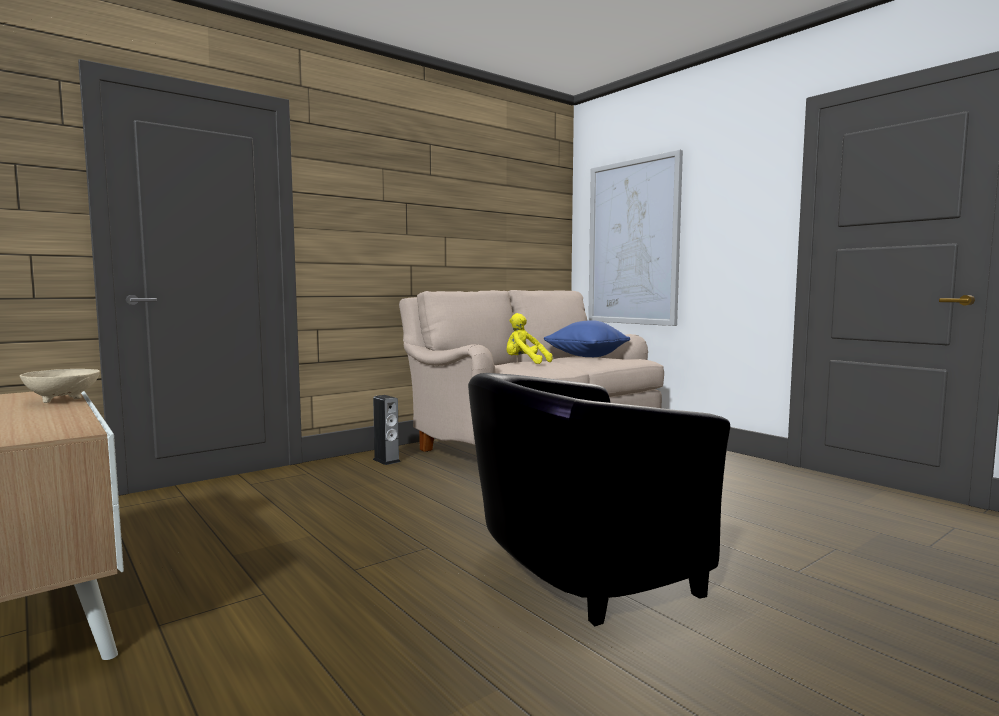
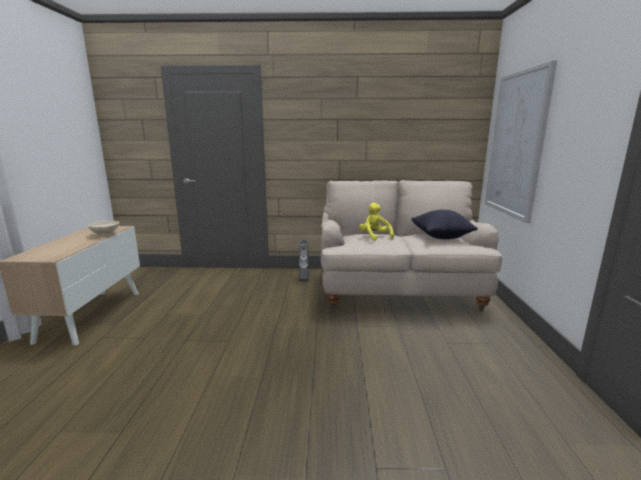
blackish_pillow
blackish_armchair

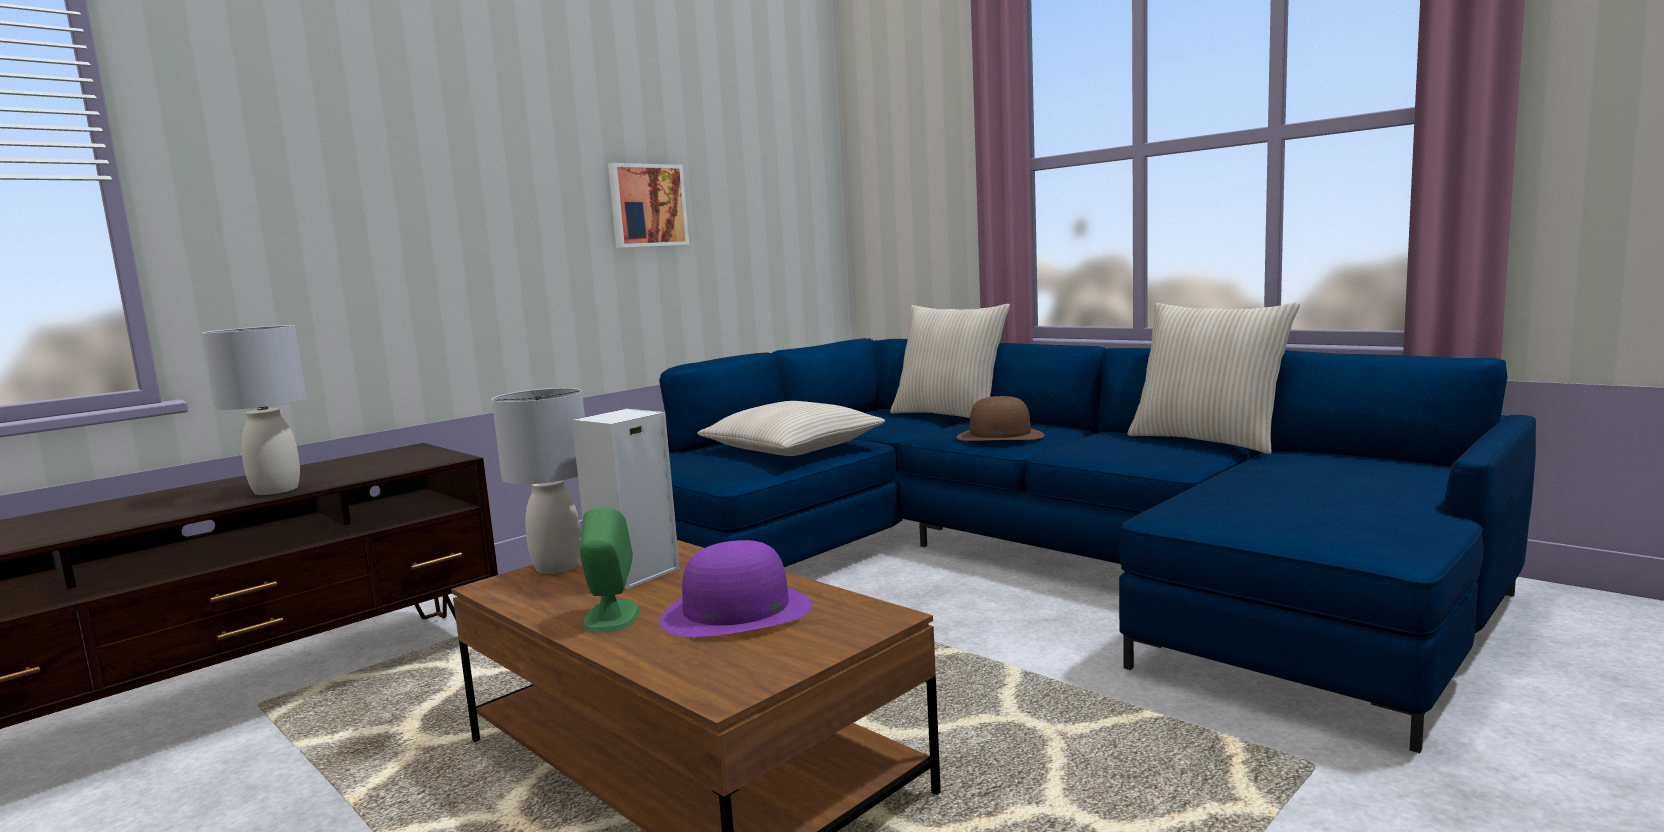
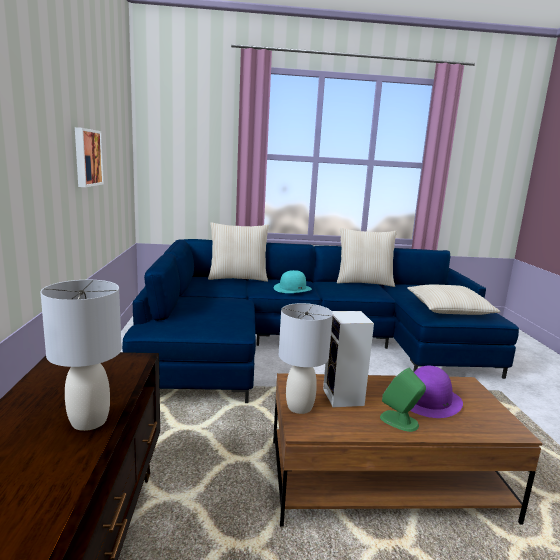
turquoise_hat
beige-coloured_pillow (no. 3 from left)

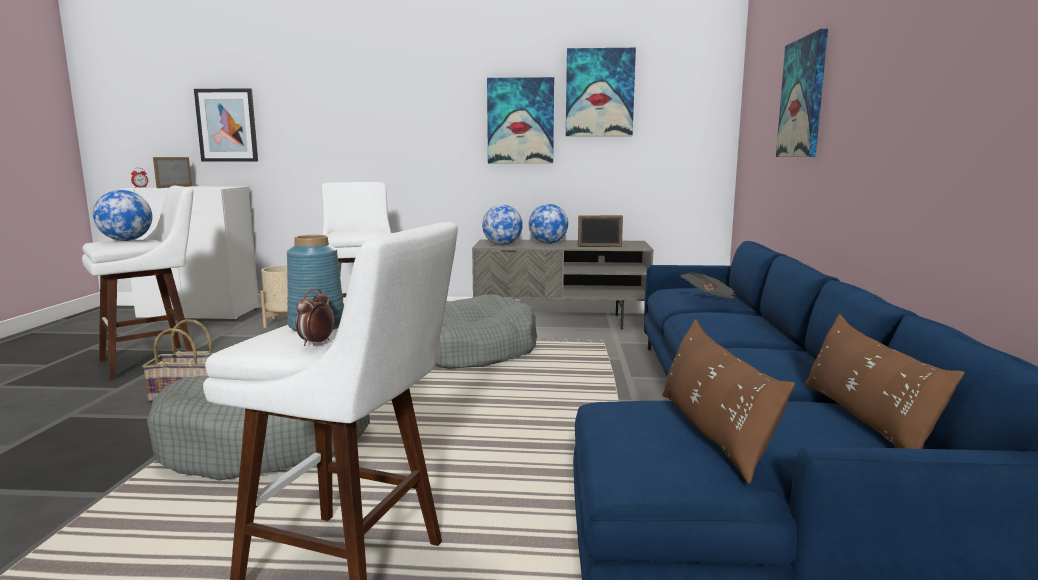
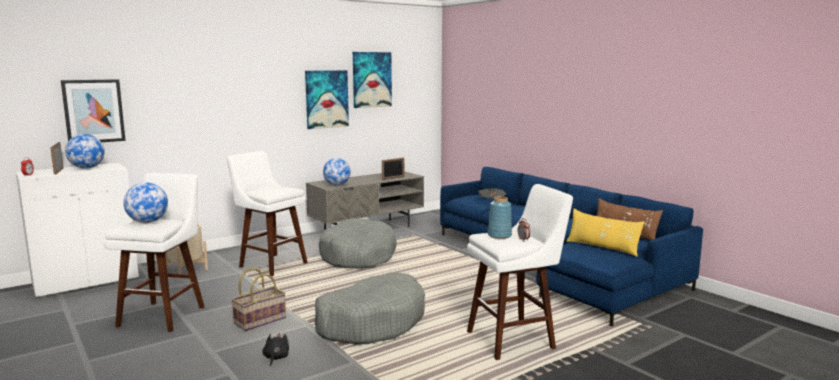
wall_picture (no. 4 from left in the first image)
desk_globe (no. 1 from left)
yellowish_pillow
blackish_soft_toy

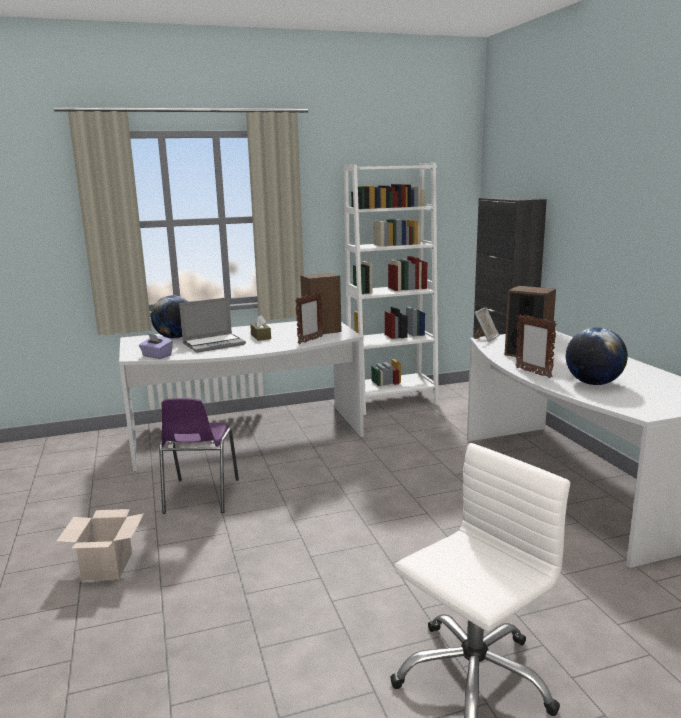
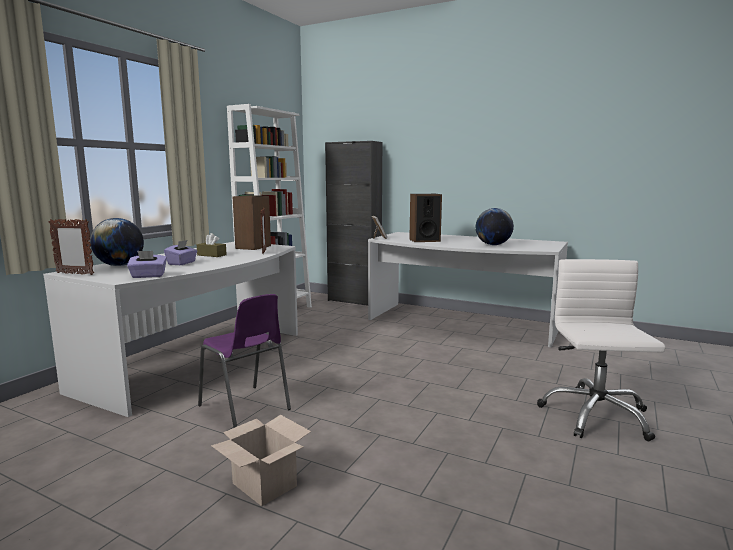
purple_box_of_tissues (no. 2 from left)
picture_frame (no. 1 from left)

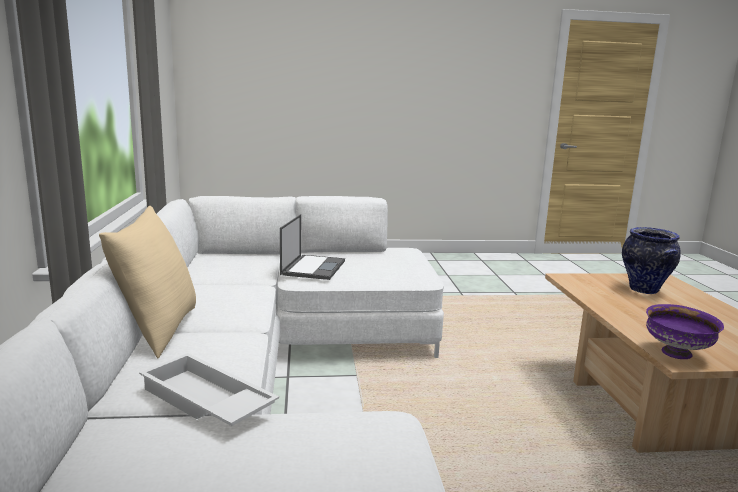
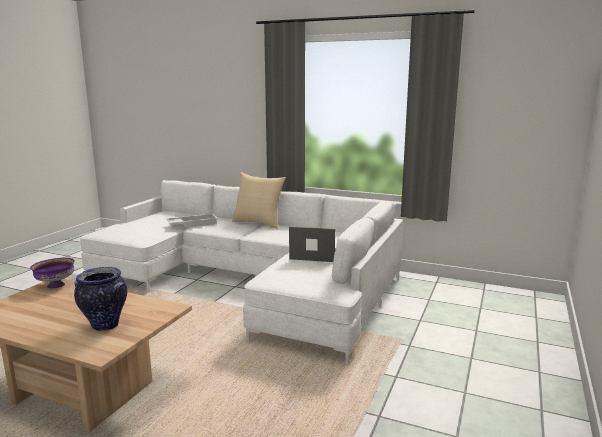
laptop

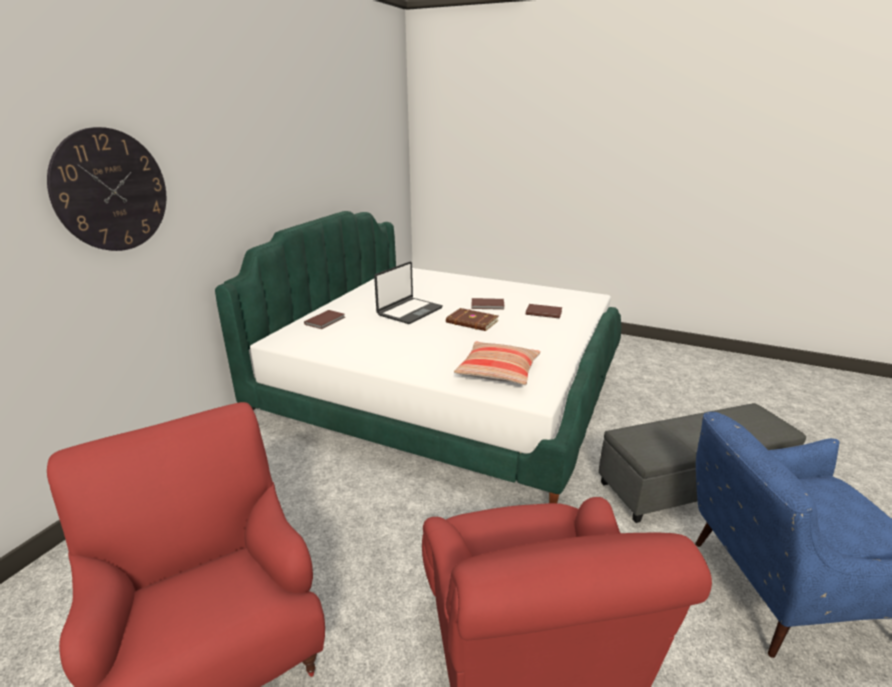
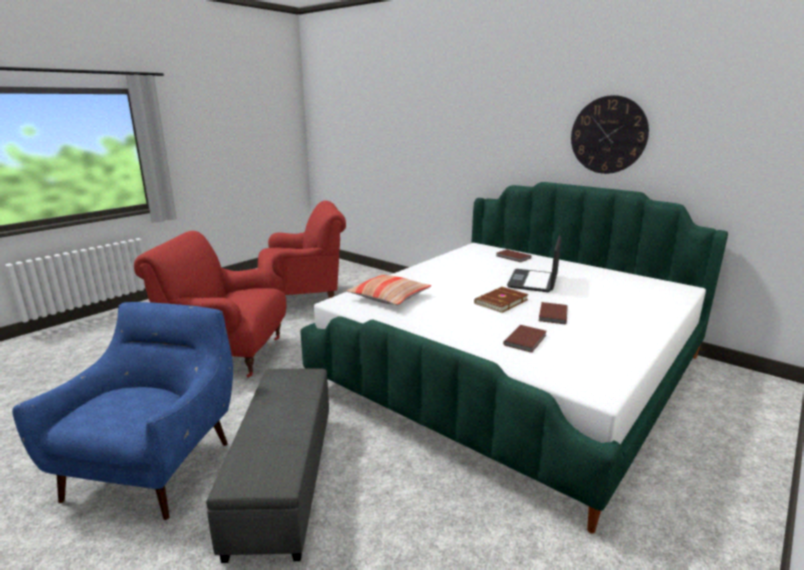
hanging_clock
laptop

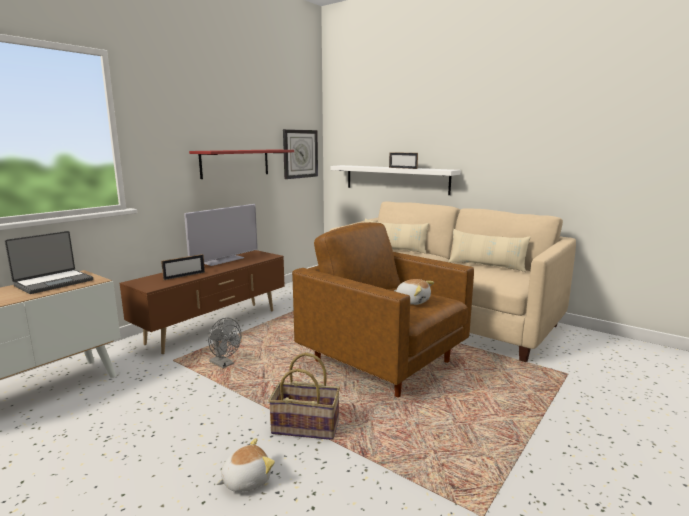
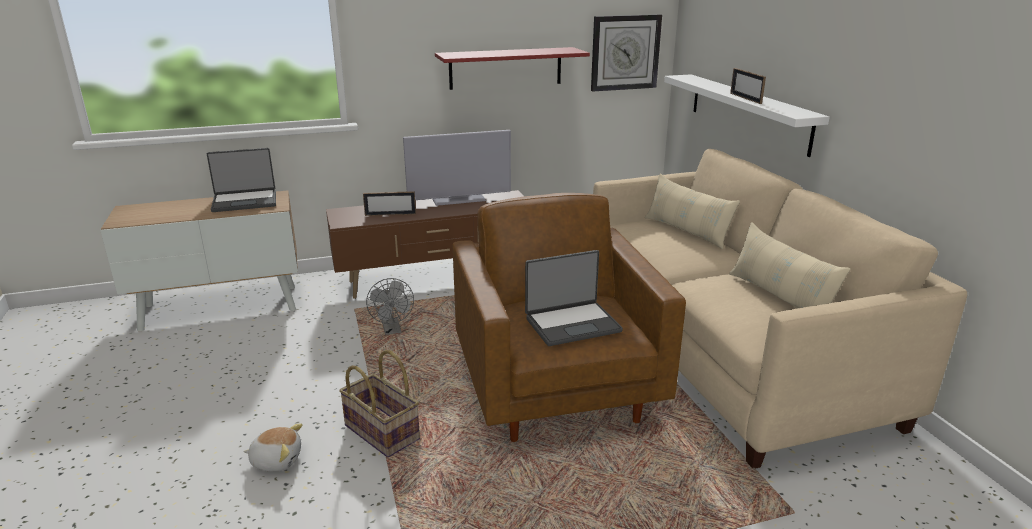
laptop (no. 2 from left)

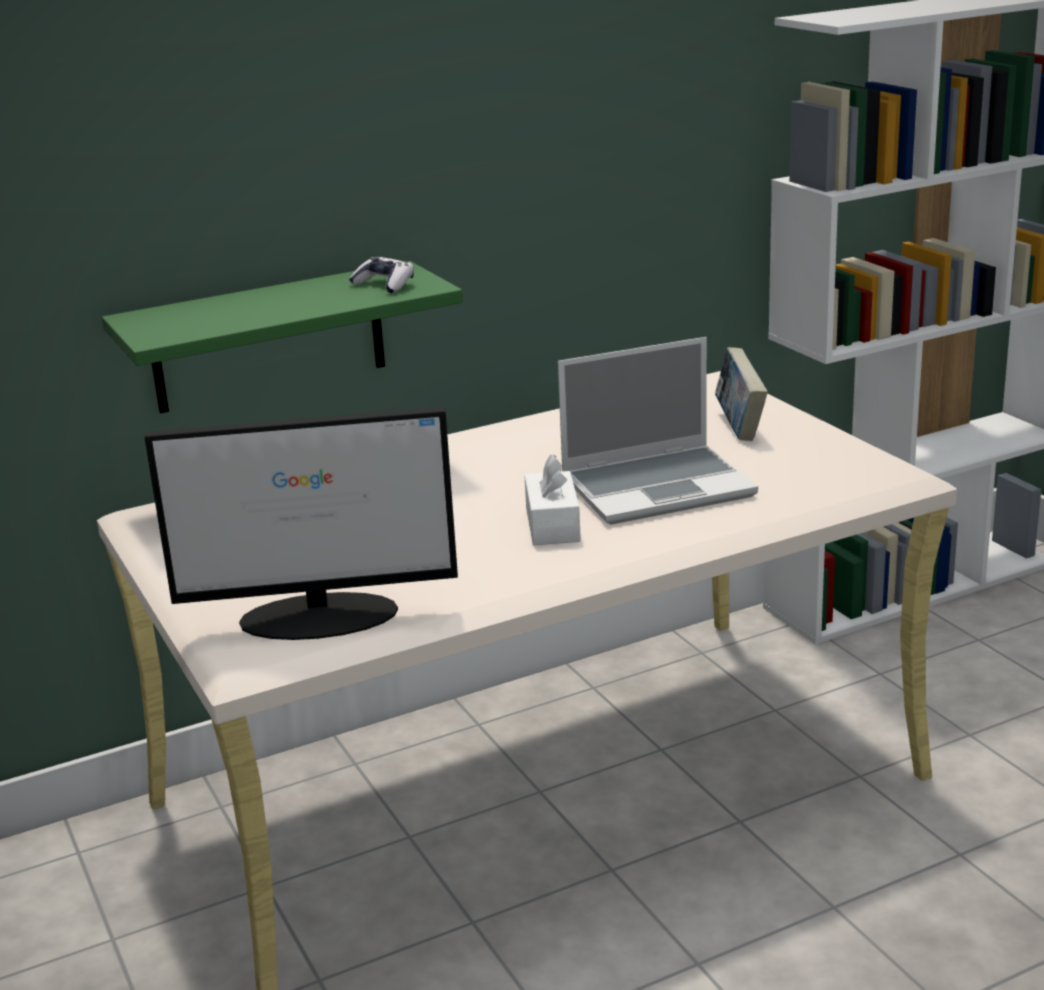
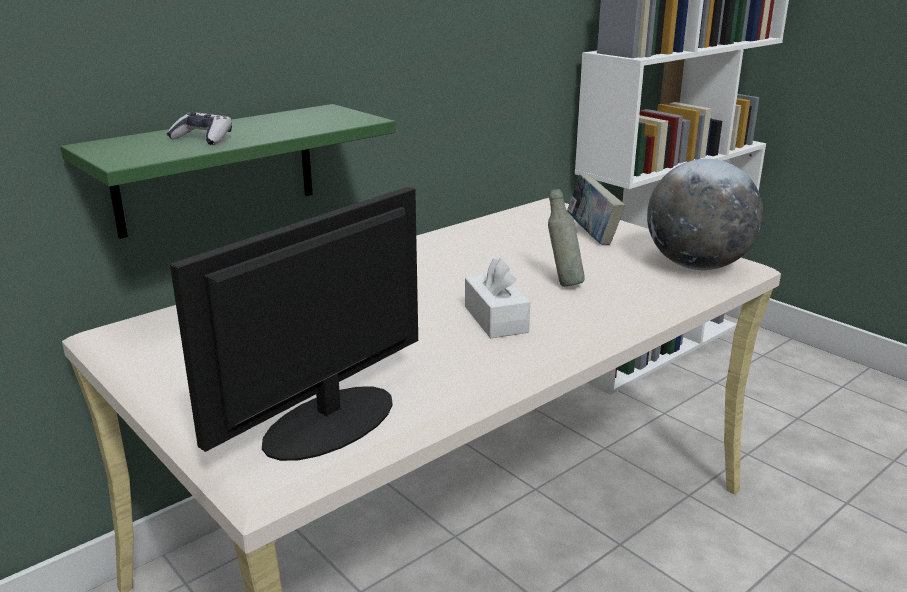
game_controller
greyish_bottle
computer_screen
desk_globe

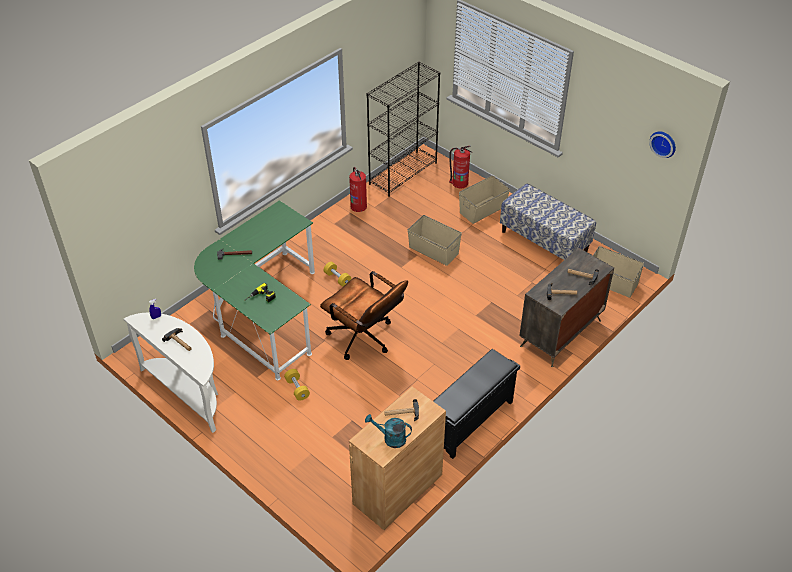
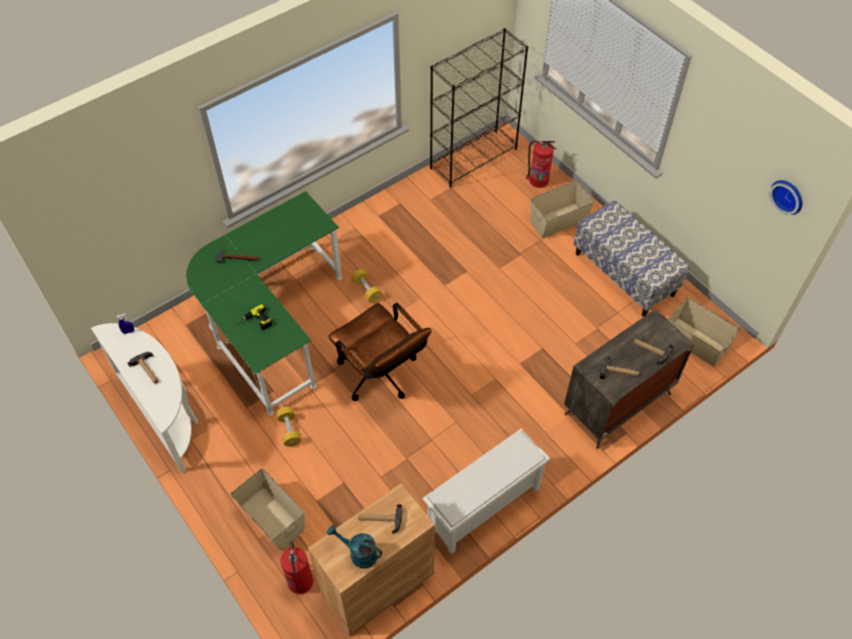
fire_extinguisher (no. 1 from left)
beige-coloured_storage_container (no. 1 from left)
white-coloured_shoe_rack

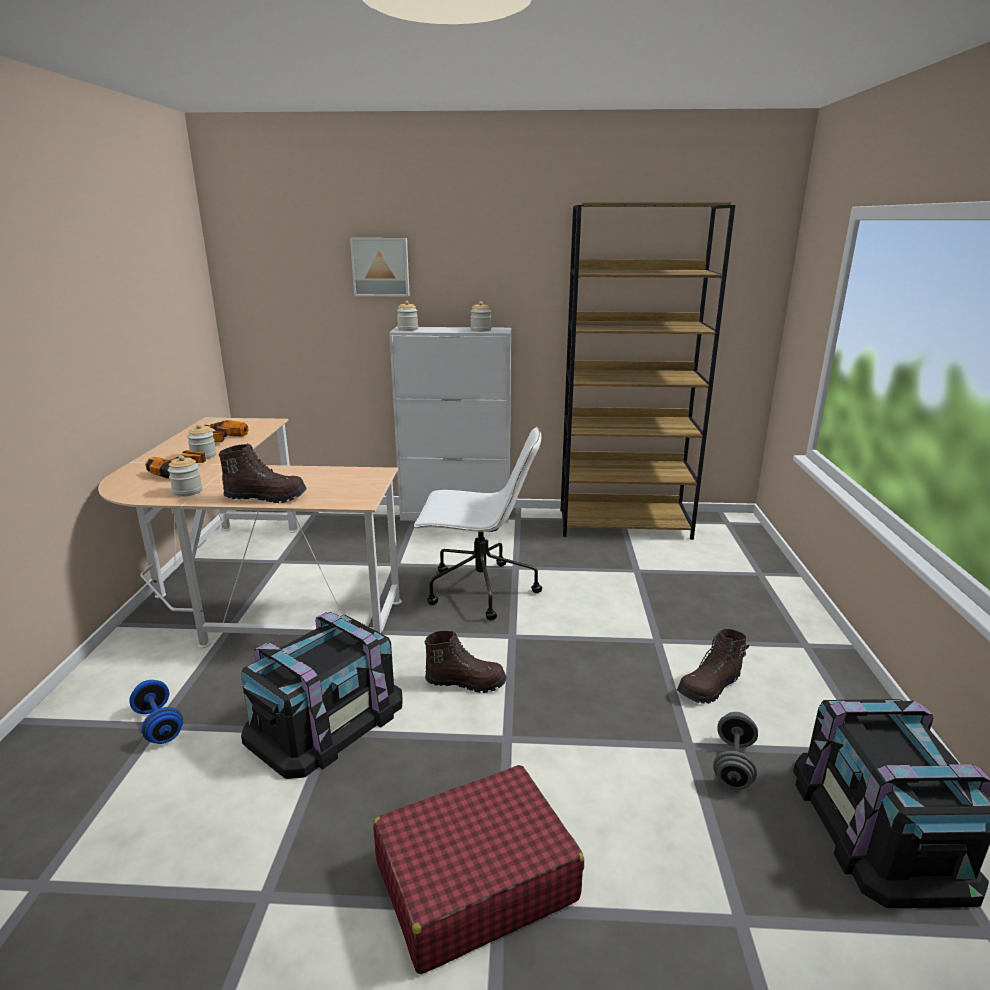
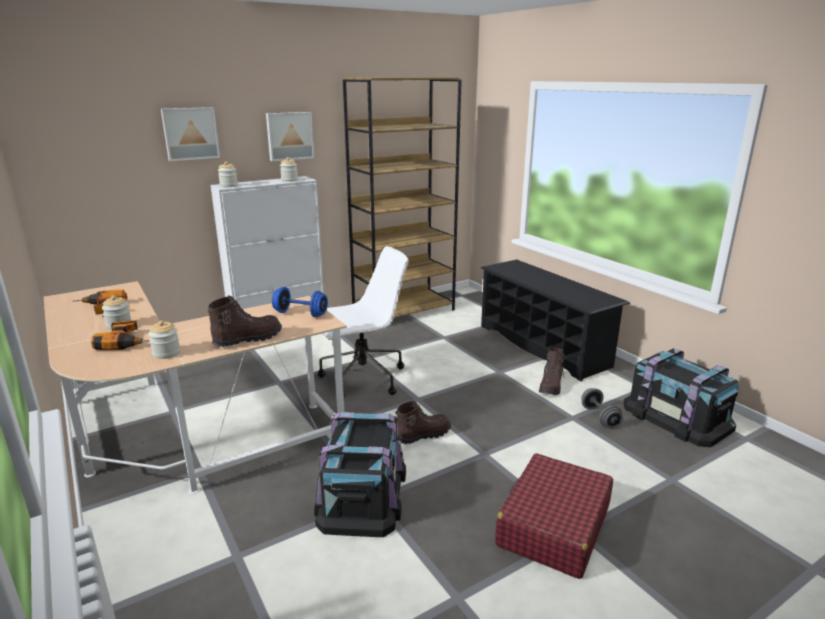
blue-coloured_free_weight
wall_picture (no. 2 from left)
blackish_shoe_rack

